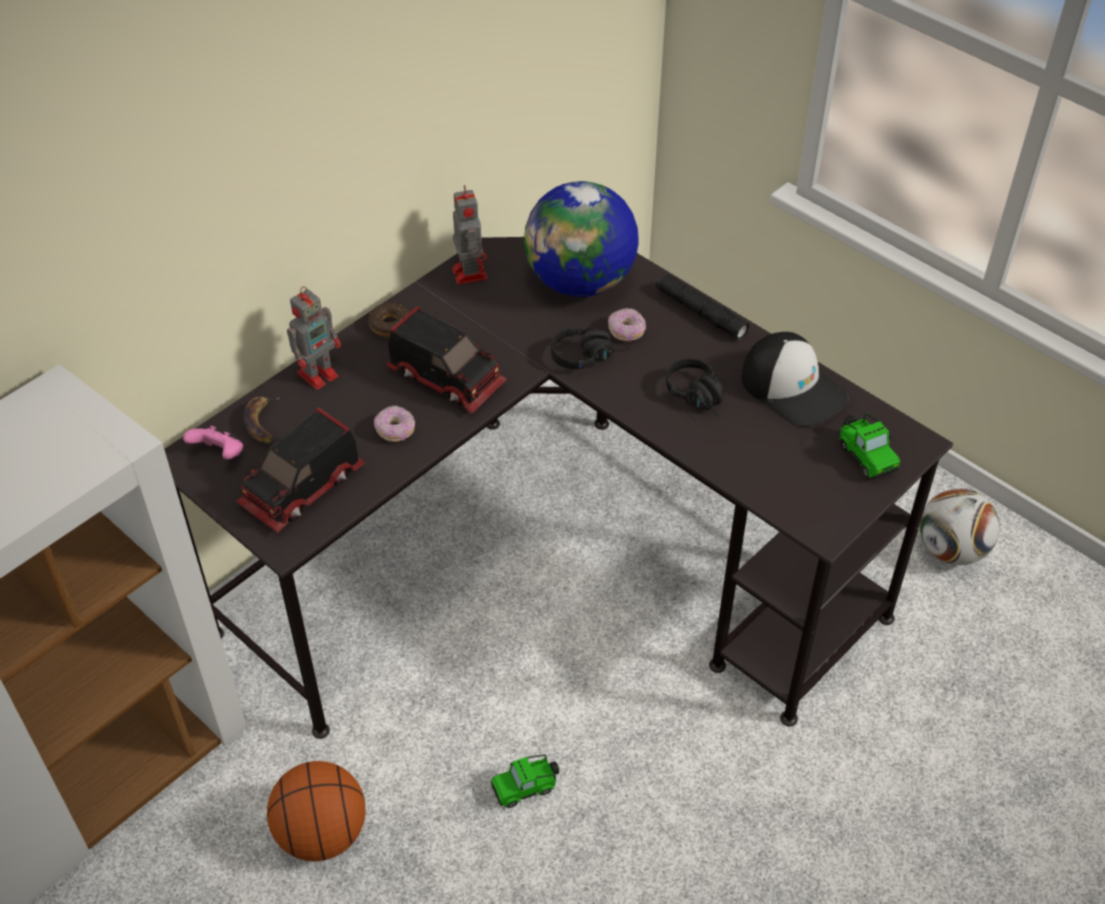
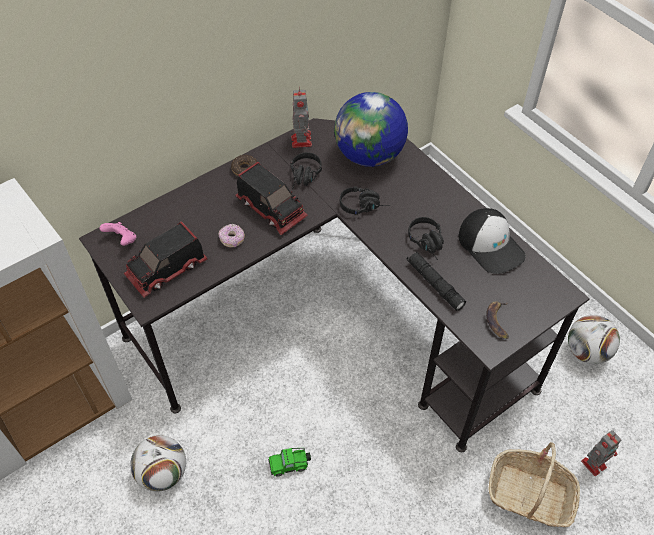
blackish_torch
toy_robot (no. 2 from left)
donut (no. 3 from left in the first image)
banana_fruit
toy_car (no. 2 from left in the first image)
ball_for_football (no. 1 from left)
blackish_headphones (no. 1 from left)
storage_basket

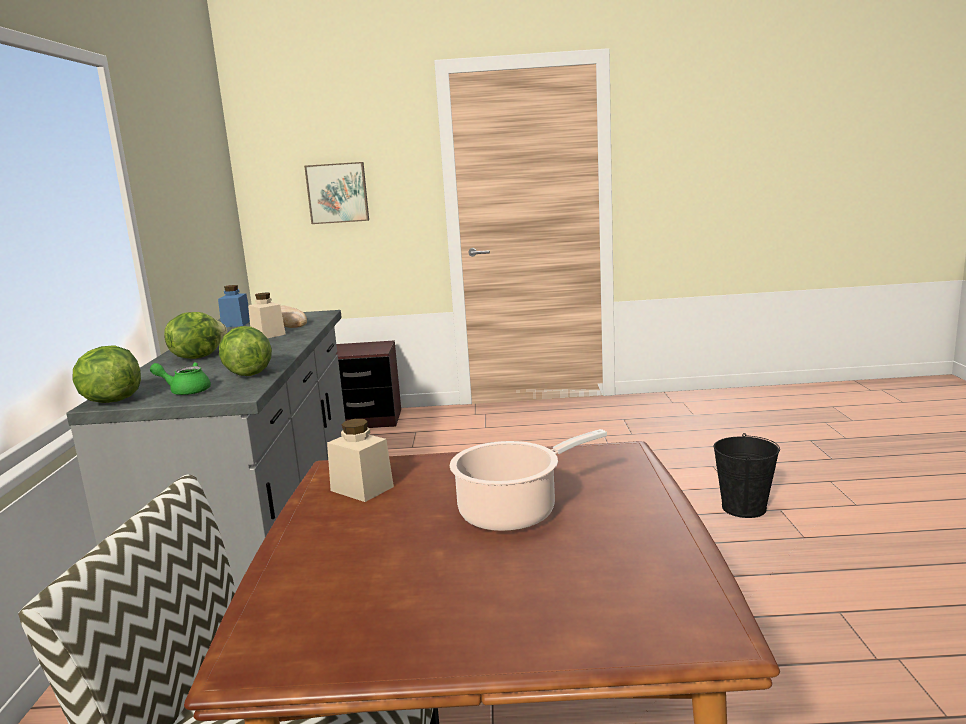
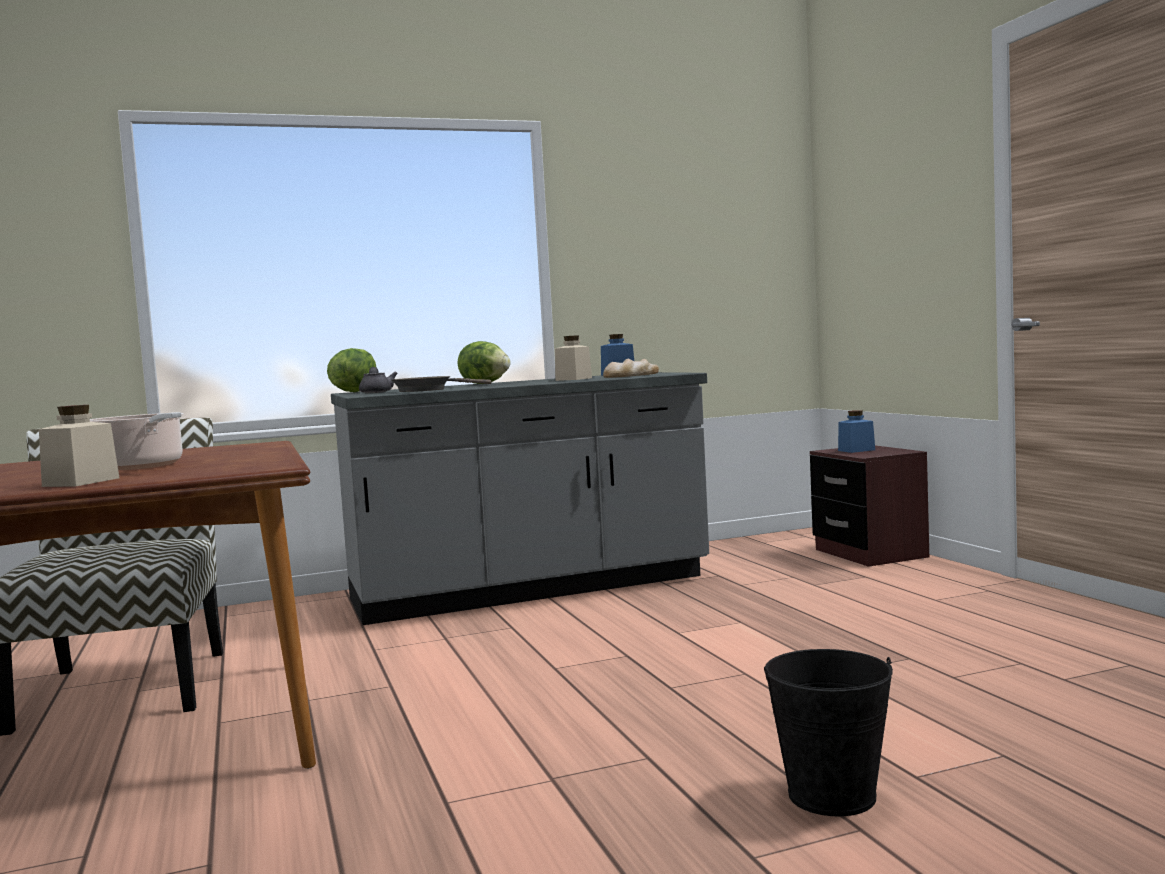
wall_picture
brown_frying_pan
greyish_teapot
beige-coloured_jar (no. 1 from left)
blue-coloured_jar (no. 2 from left)

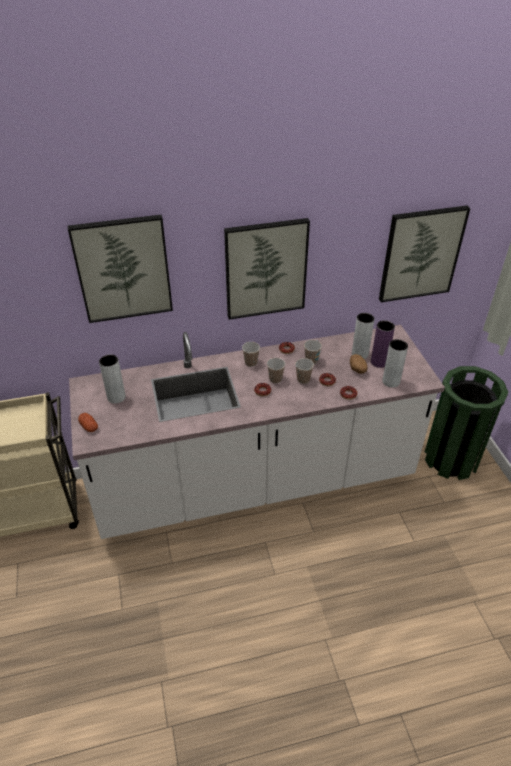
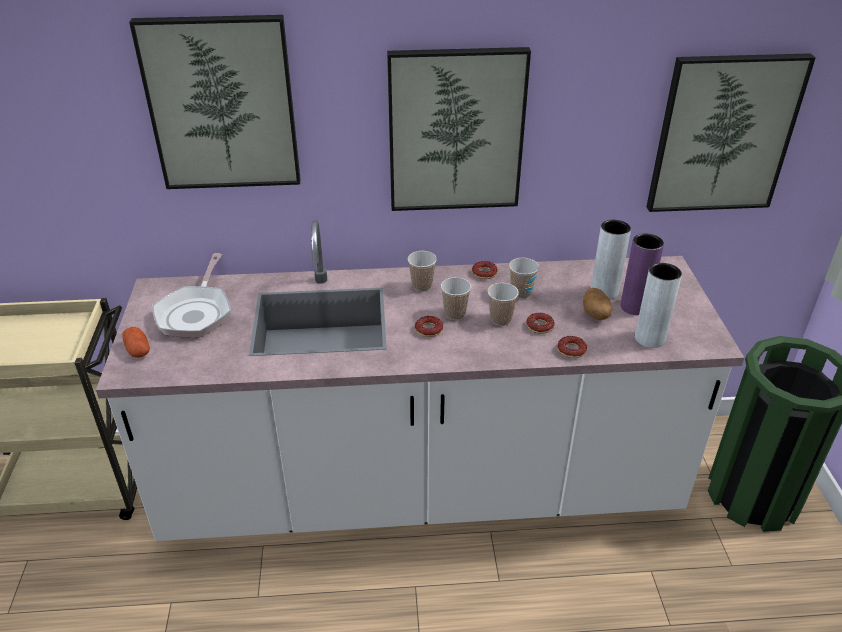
frying_pan

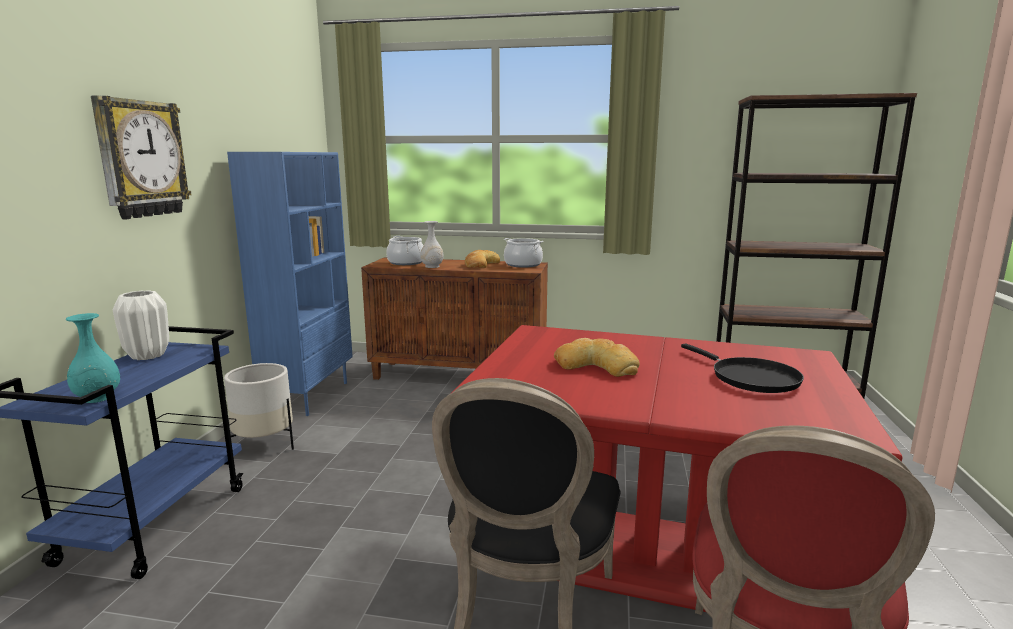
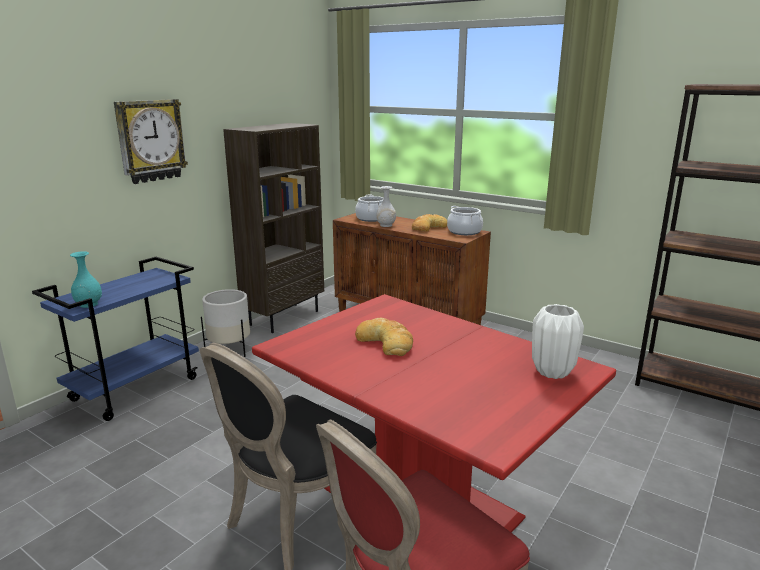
brown_bookcase (no. 1 from left)
white-coloured_vase (no. 2 from left)
blackish_frying_pan

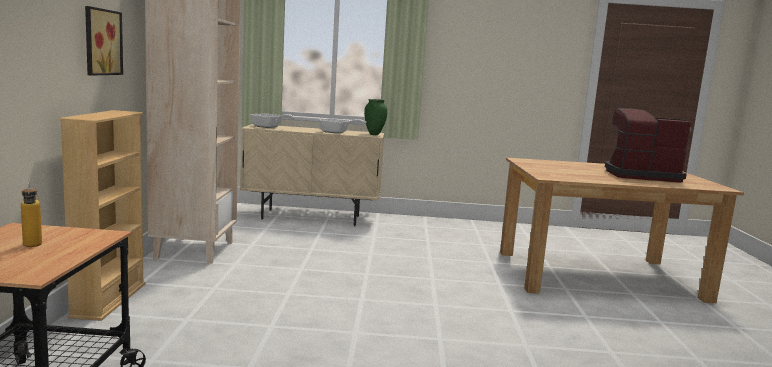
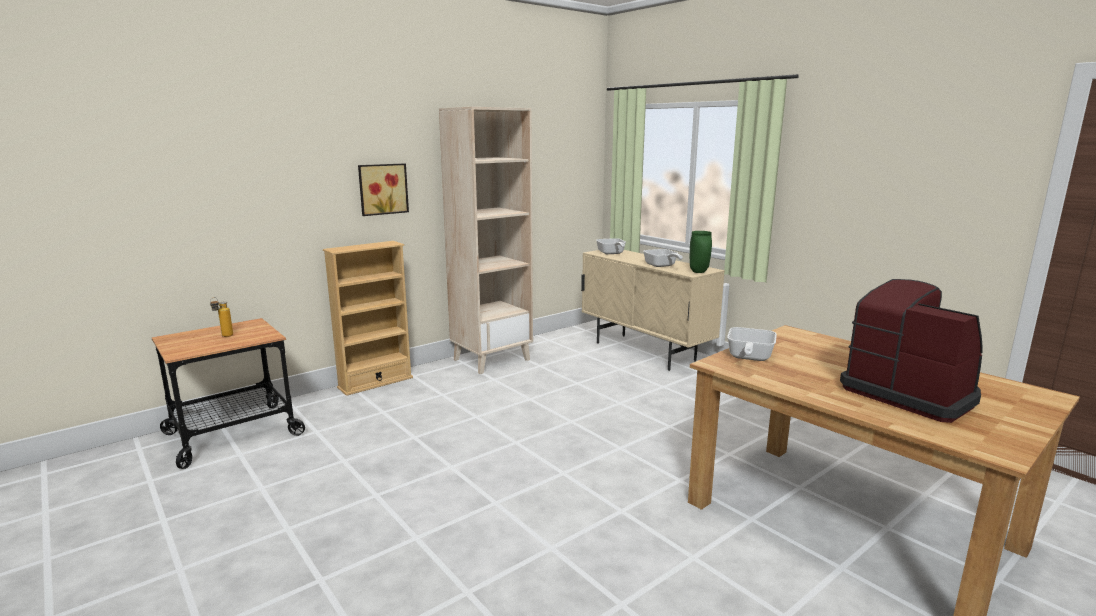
frying_pan (no. 3 from left)

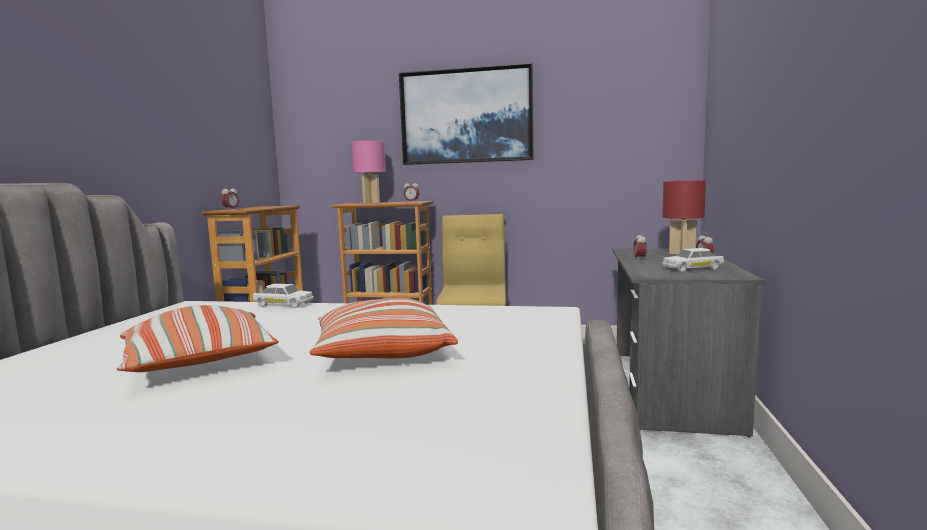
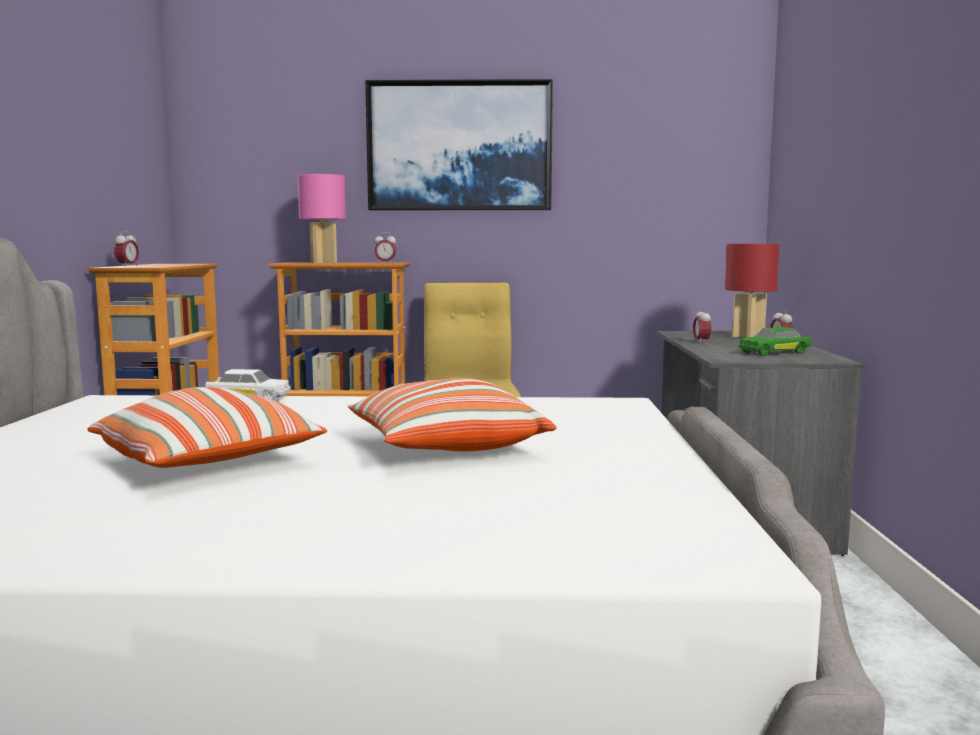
greenish_toy_car

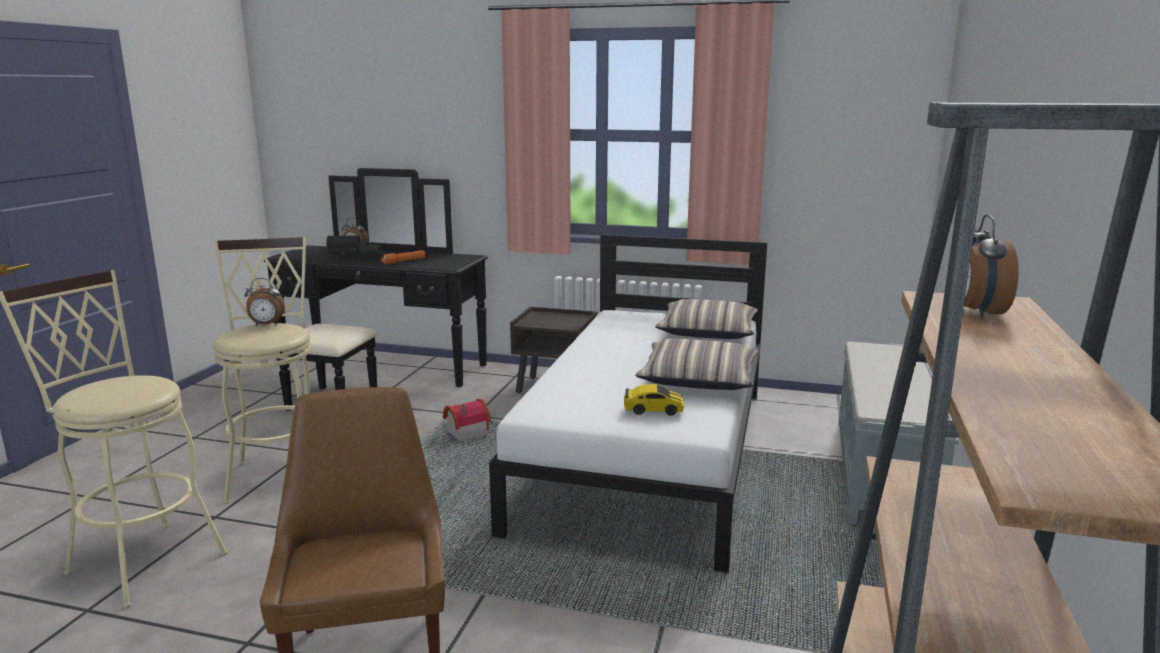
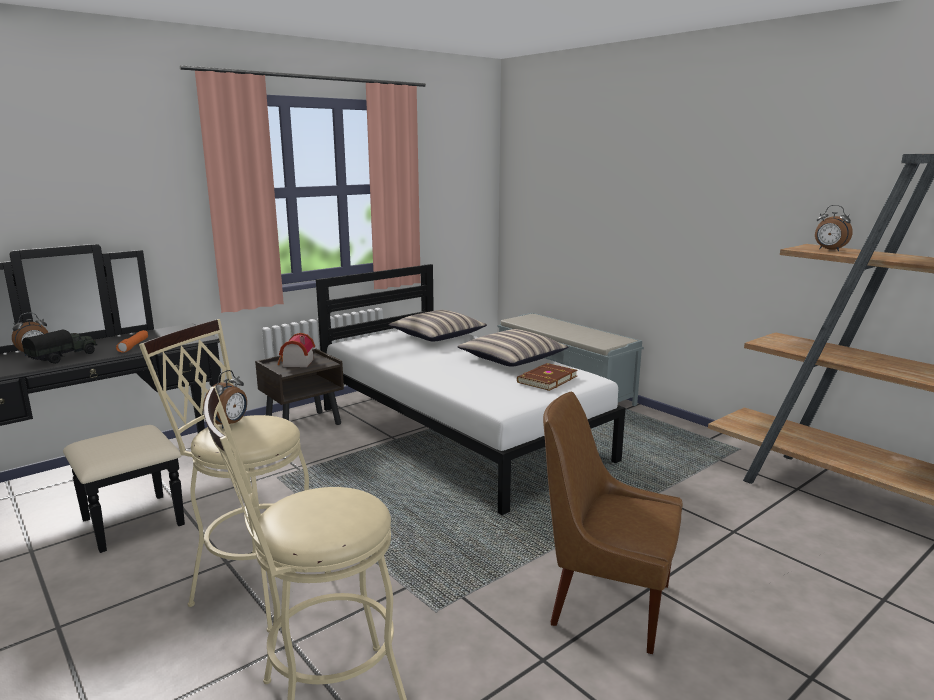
brown_book
model_house

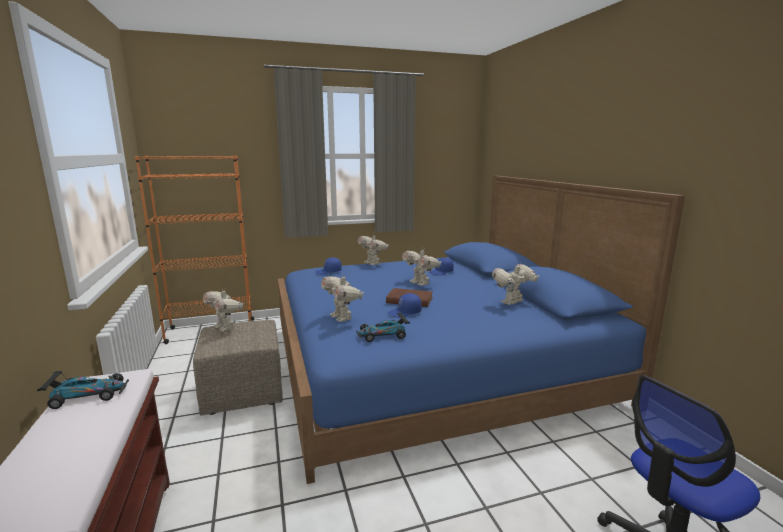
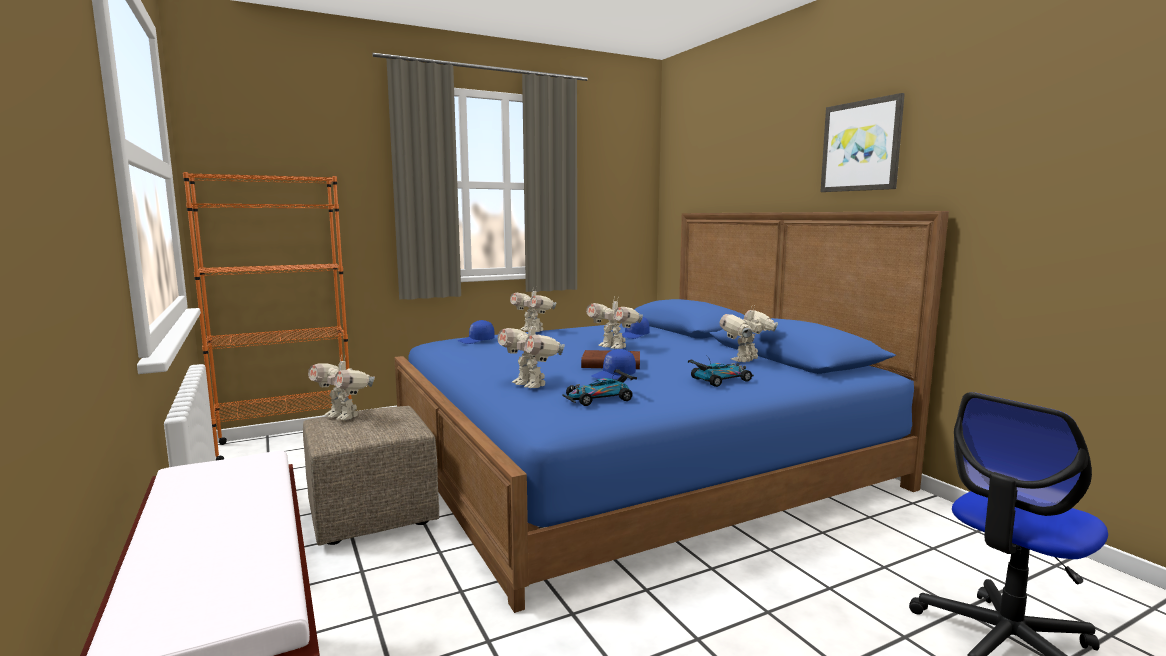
toy_car (no. 2 from left)
wall_picture

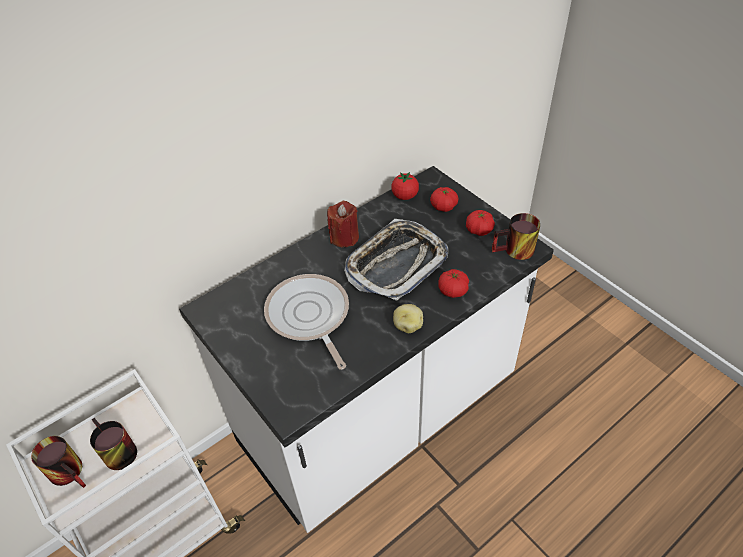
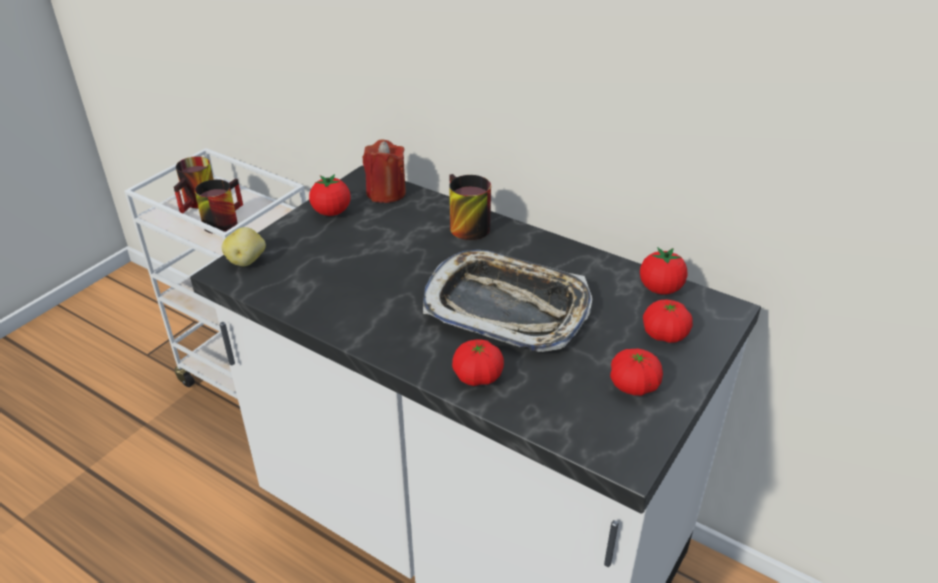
red_candle
mug (no. 3 from left)
frying_pan
whole_potato
tomato (no. 1 from left)

